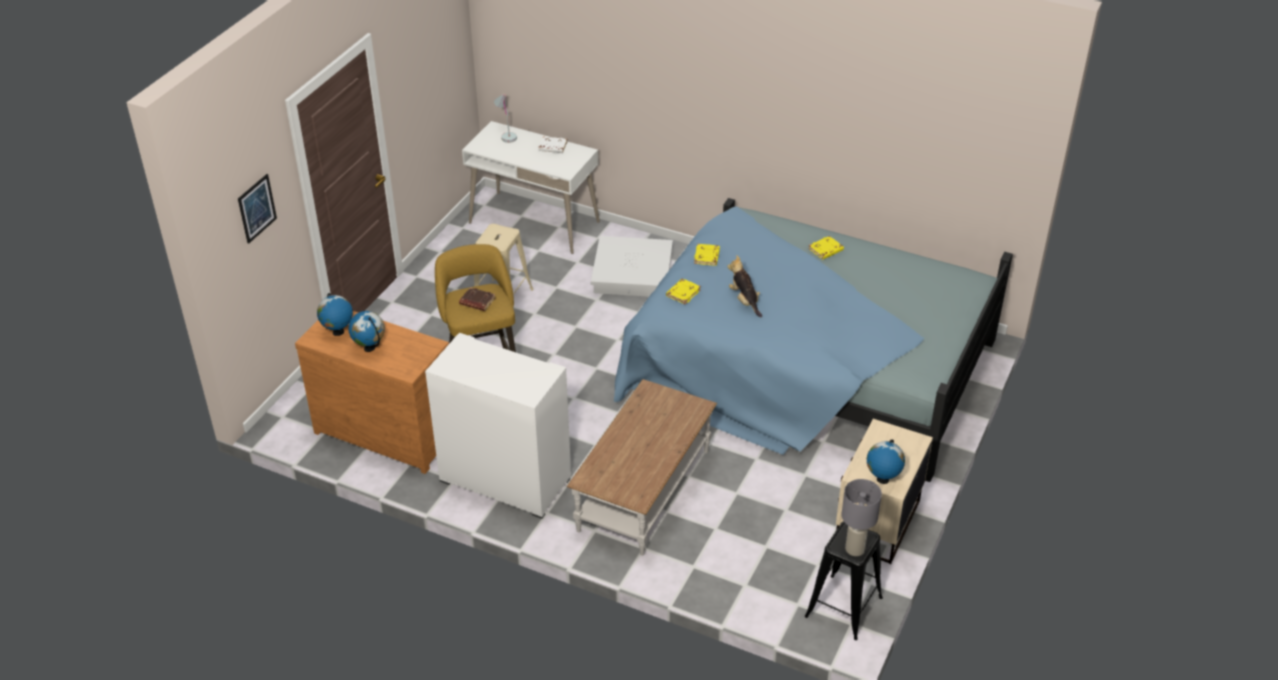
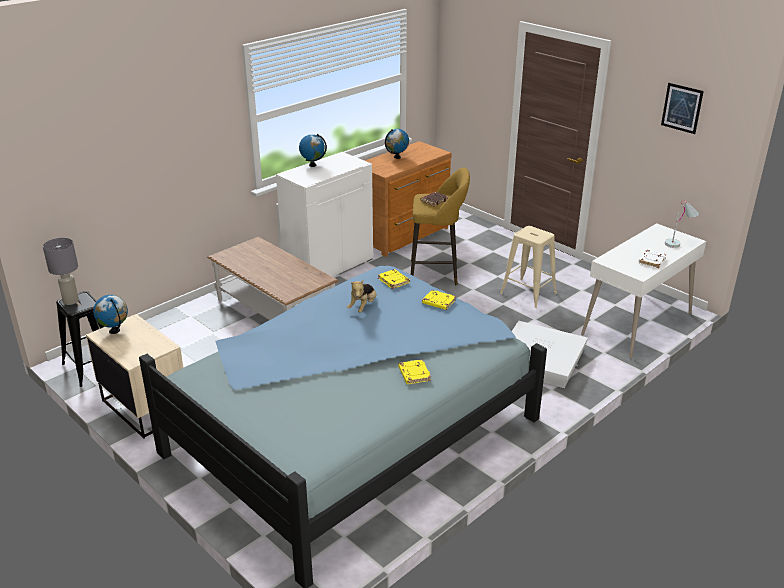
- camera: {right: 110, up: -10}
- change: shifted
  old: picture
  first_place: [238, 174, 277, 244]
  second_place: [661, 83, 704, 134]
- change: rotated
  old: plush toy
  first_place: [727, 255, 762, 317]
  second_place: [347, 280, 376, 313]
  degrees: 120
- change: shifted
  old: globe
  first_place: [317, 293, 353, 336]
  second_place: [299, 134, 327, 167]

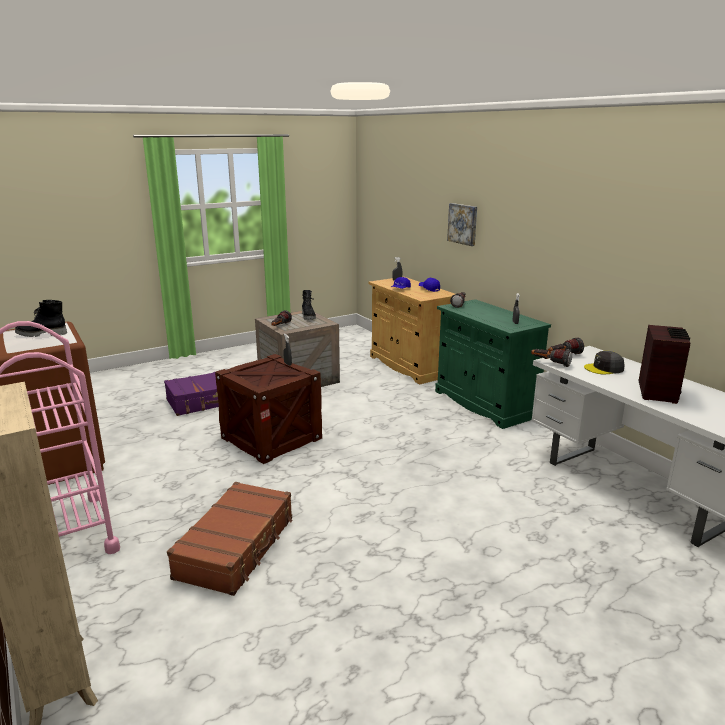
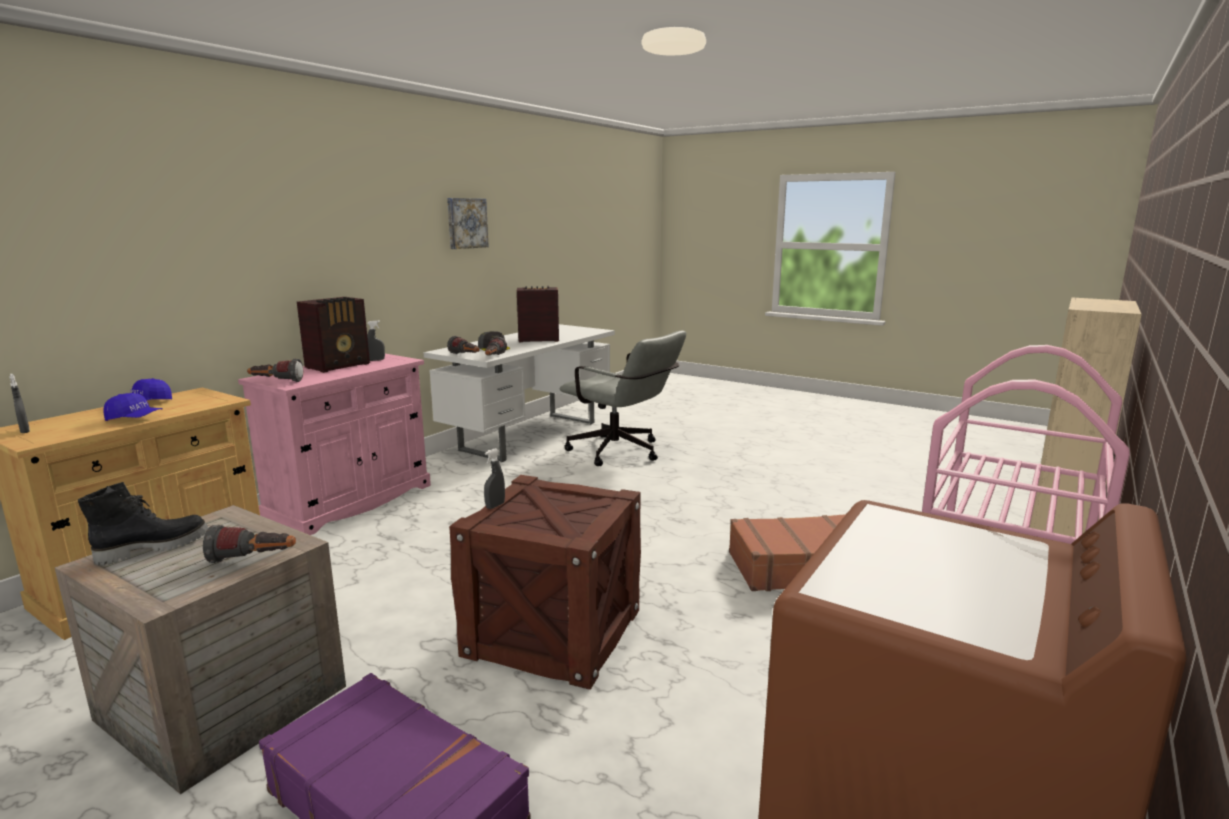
- camera: {right: -115, up: -5}
- change: shifted
  old: picture
  first_place: [447, 203, 477, 246]
  second_place: [447, 198, 489, 249]
- change: repainted
  old: cabinet/green
  new: cabinet/pink
  first_place: [435, 299, 551, 429]
  second_place: [238, 354, 431, 535]
- change: gone
  old: boot/black
  first_place: [15, 300, 67, 337]
- change: new
  new: radio
  second_place: [297, 297, 370, 373]
- change: new
  new: office chair/grey
  second_place: [559, 331, 686, 466]

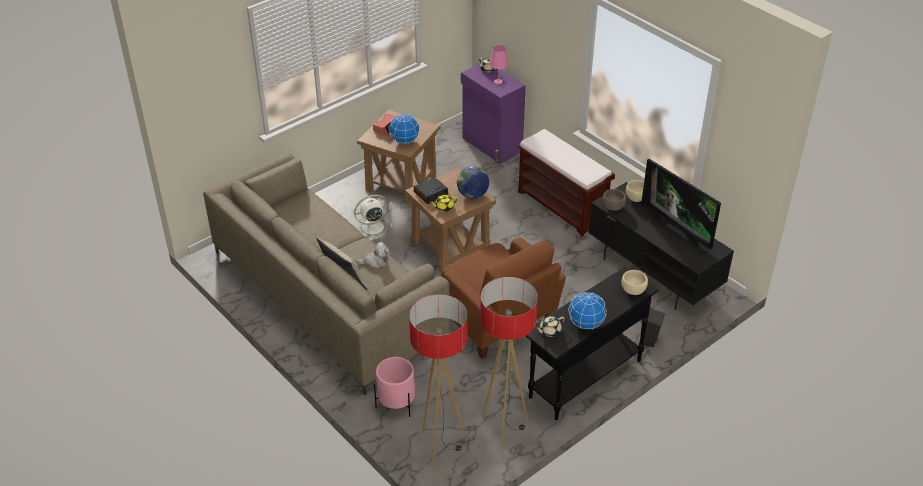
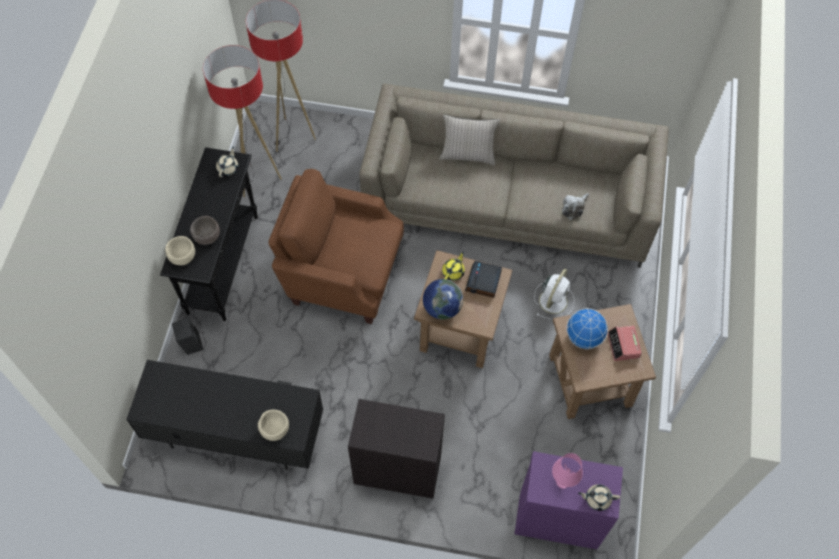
- camera: {right: 140, up: 20}
- change: swapped
  old: bench/brown
  new: cabinet/black
  first_place: [517, 129, 615, 237]
  second_place: [348, 399, 445, 498]
- change: gone
  old: television
  first_place: [641, 159, 721, 251]
- change: shifted
  old: bowl/brown
  first_place: [603, 189, 626, 211]
  second_place: [190, 216, 220, 245]
- change: shifted
  old: plush toy
  first_place: [356, 242, 390, 269]
  second_place: [562, 193, 589, 220]
- change: gone
  old: globe
  first_place: [569, 292, 607, 329]
- change: gone
  old: planter/pink
  first_place: [374, 357, 415, 417]

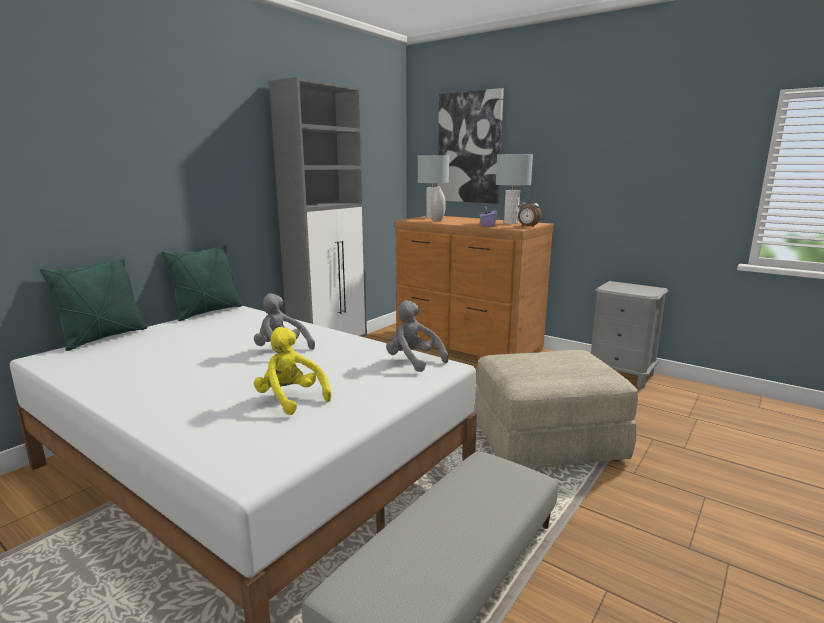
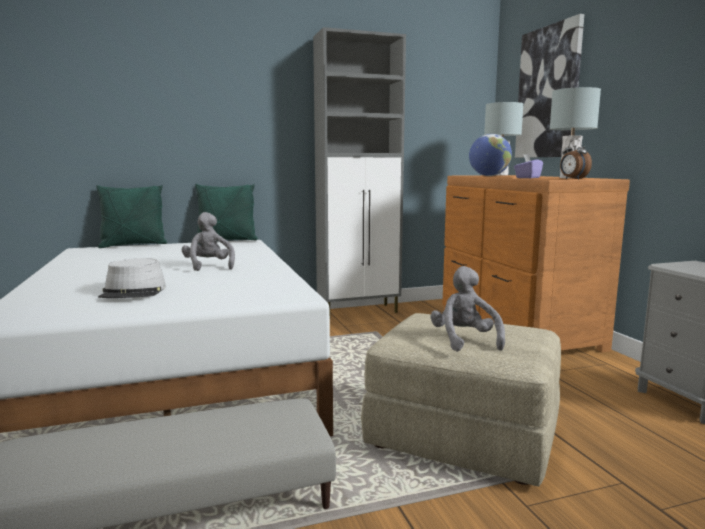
- camera: {right: 35, up: -5}
- change: swapped
  old: vase/white
  new: globe
  first_place: [430, 187, 446, 222]
  second_place: [469, 134, 512, 176]
- change: shifted
  old: plush toy/grey
  first_place: [386, 300, 449, 372]
  second_place: [430, 266, 505, 352]
- change: swapped
  old: plush toy/yellow
  new: hat/grey
  first_place: [254, 327, 331, 415]
  second_place: [98, 258, 166, 298]

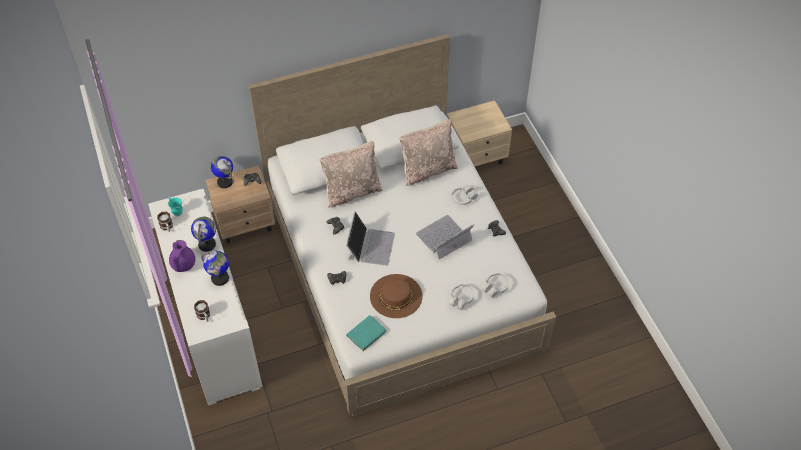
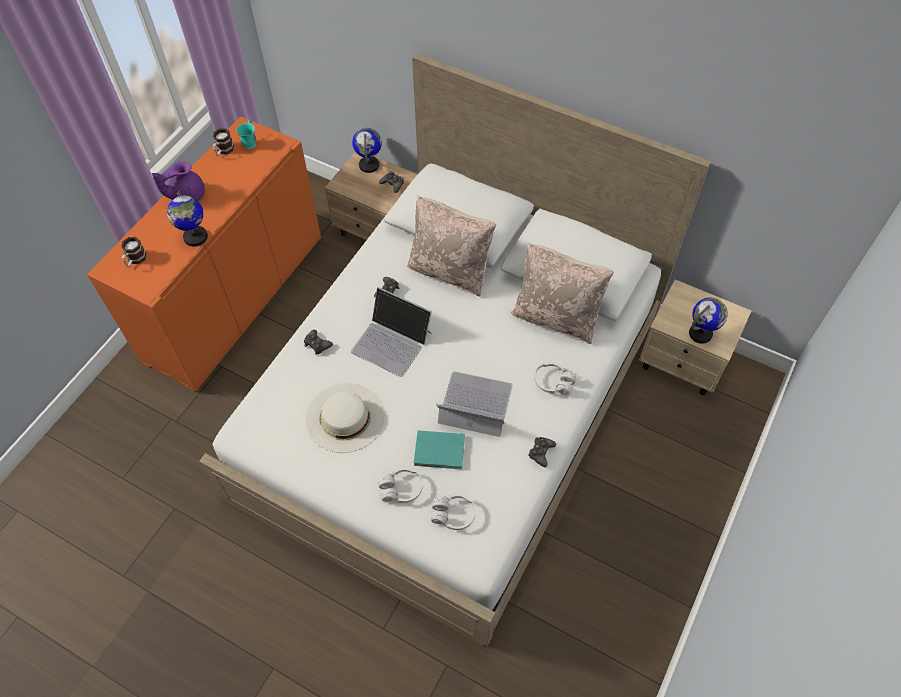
- camera: {right: 50, up: 5}
- change: repainted
  old: cabinet/white
  new: cabinet/orange
  first_place: [148, 189, 263, 406]
  second_place: [87, 116, 321, 391]
- change: rotated
  old: laptop
  first_place: [346, 211, 395, 266]
  second_place: [351, 287, 432, 377]
  degrees: 60
- change: shifted
  old: globe
  first_place: [191, 217, 216, 252]
  second_place: [689, 298, 728, 344]
- change: repainted
  old: hat/brown
  new: hat/white
  first_place: [370, 274, 422, 318]
  second_place: [306, 383, 384, 453]
- change: shifted
  old: book/turquoise
  first_place: [346, 315, 387, 351]
  second_place: [414, 430, 465, 469]

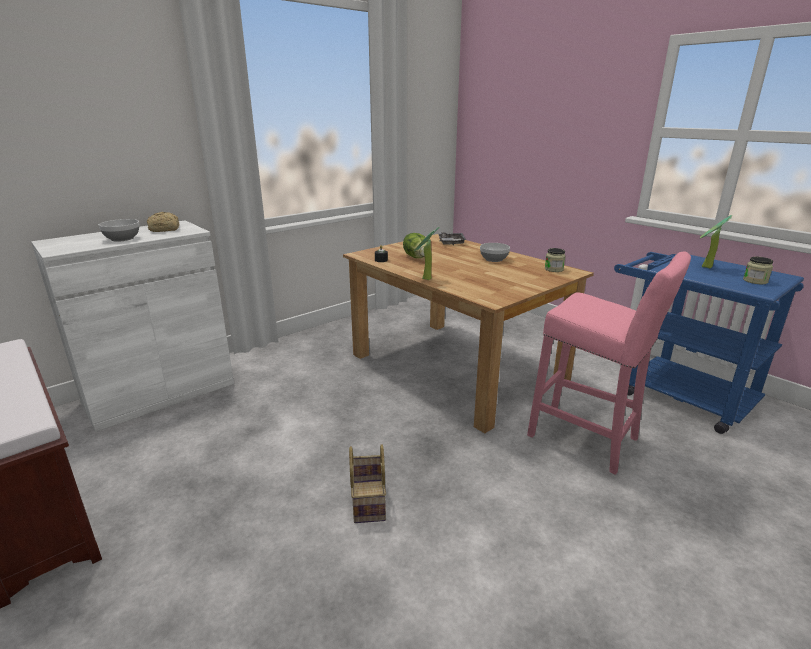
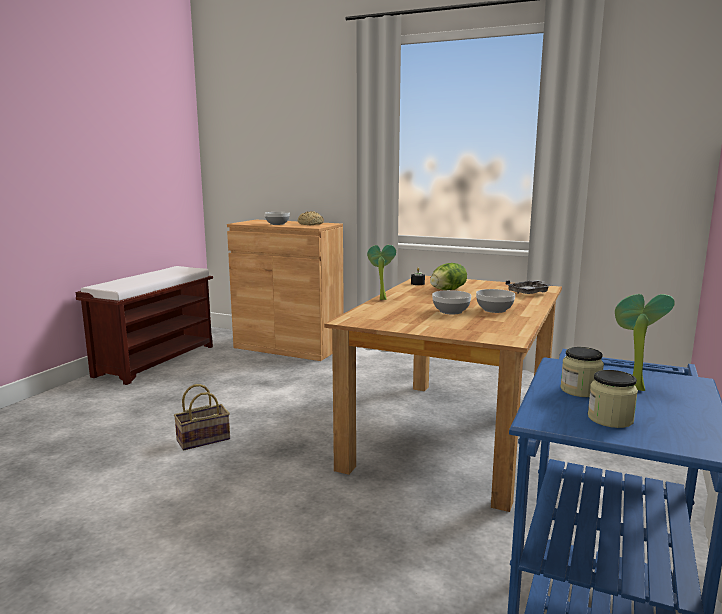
- camera: {right: 65, up: -10}
- change: repainted
  old: cabinet/white
  new: cabinet/brown
  first_place: [31, 220, 234, 432]
  second_place: [227, 220, 344, 361]
- change: shifted
  old: jar
  first_place: [545, 248, 566, 272]
  second_place: [560, 347, 604, 397]
- change: gone
  old: stool/pink
  first_place: [527, 251, 691, 475]
- change: new
  new: bowl
  second_place: [432, 290, 471, 315]

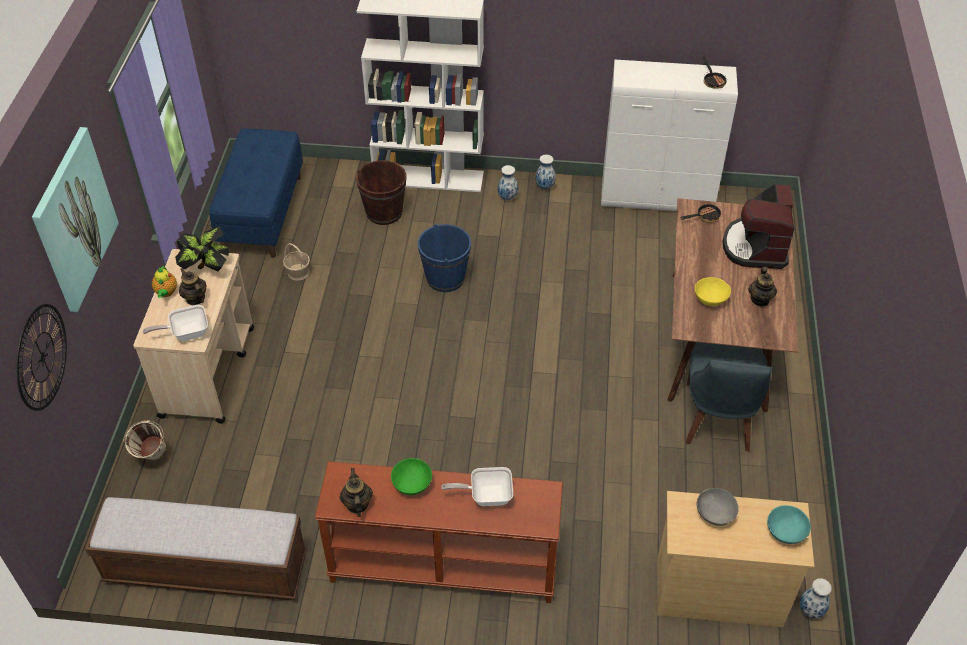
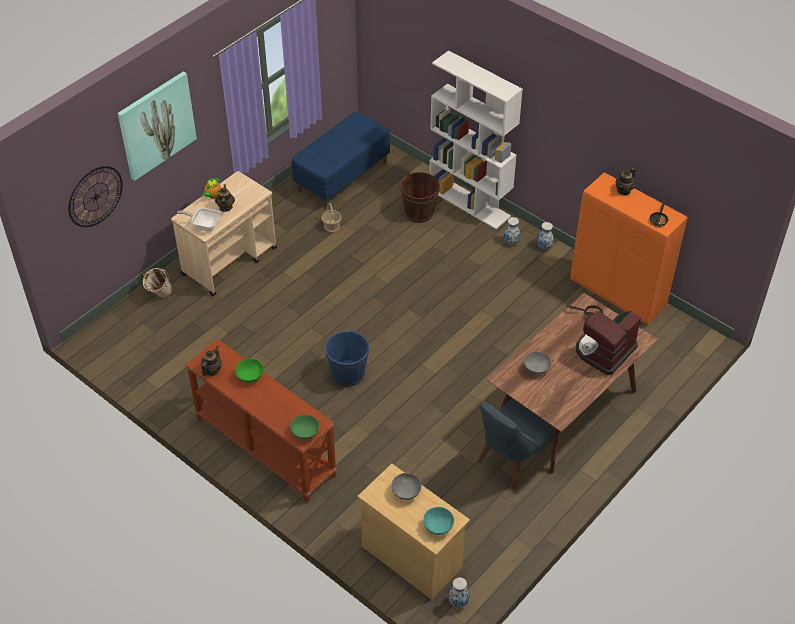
- camera: {right: 35, up: 0}
- change: repainted
  old: cabinet/white
  new: cabinet/orange
  first_place: [601, 60, 738, 211]
  second_place: [570, 172, 688, 325]
- change: shifted
  old: bucket/blue
  first_place: [418, 224, 471, 292]
  second_place: [325, 330, 369, 387]
- change: gone
  old: potted plant
  first_place: [175, 226, 230, 272]
- change: shifted
  old: teapot
  first_place: [748, 267, 777, 307]
  second_place: [616, 168, 635, 195]
- change: repainted
  old: bowl/yellow
  new: bowl/grey
  first_place: [695, 277, 731, 306]
  second_place: [524, 351, 552, 374]
- change: gone
  old: frying pan
  first_place: [441, 467, 513, 506]
- change: gone
  old: bench
  first_place: [85, 497, 307, 600]
- change: new
  new: bowl/green
  second_place: [290, 415, 320, 439]

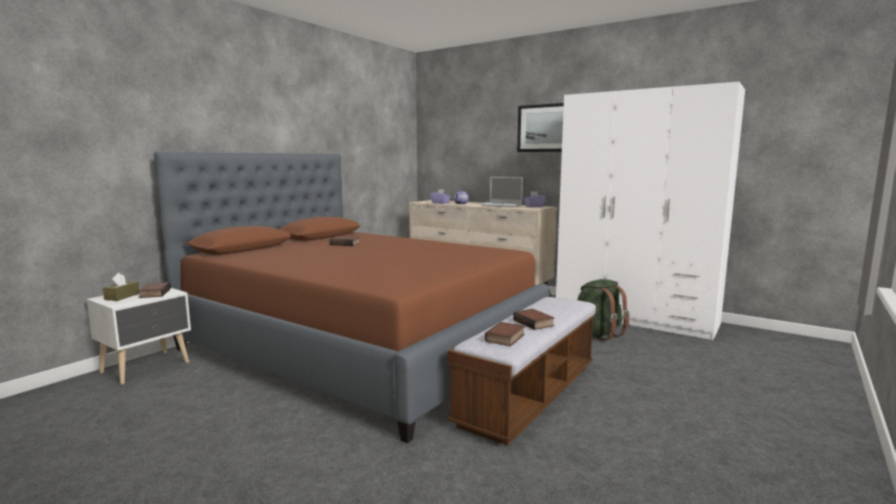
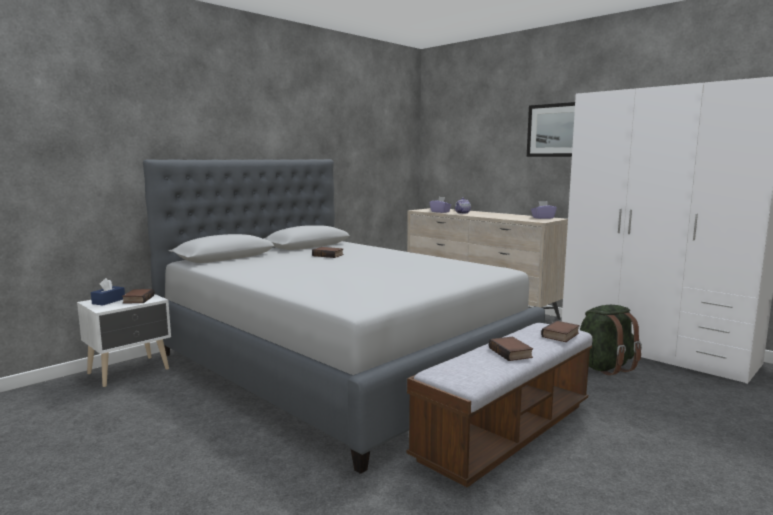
- camera: {right: 10, up: 0}
- change: repainted
  old: bed/brown
  new: bed/grey
  first_place: [154, 151, 549, 443]
  second_place: [143, 159, 545, 474]
- change: gone
  old: laptop
  first_place: [481, 177, 523, 207]
- change: repainted
  old: tissue box/brown
  new: tissue box/blue
  first_place: [103, 273, 139, 301]
  second_place: [91, 278, 125, 306]
- change: shifted
  old: book
  first_place: [485, 322, 525, 346]
  second_place: [541, 321, 580, 342]

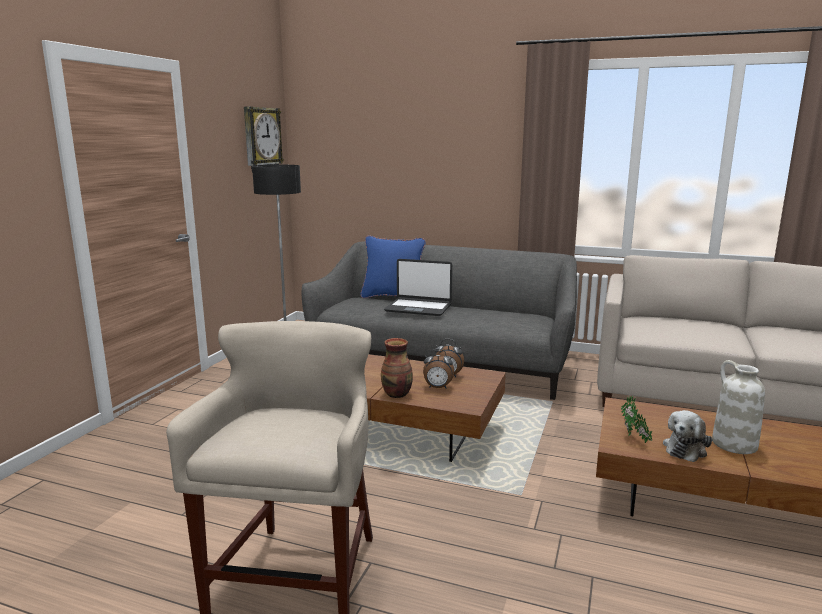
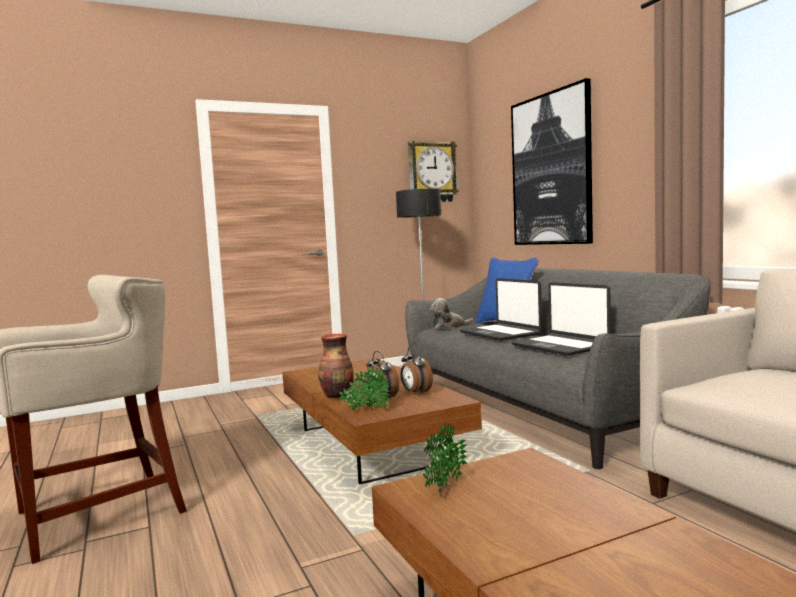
- camera: {right: 45, up: -10}
- change: gone
  old: vase/white
  first_place: [712, 360, 765, 454]
- change: shifted
  old: plush toy
  first_place: [663, 410, 712, 462]
  second_place: [429, 298, 474, 329]
- change: new
  new: picture
  second_place: [511, 78, 593, 245]
- change: new
  new: laptop
  second_place: [511, 282, 611, 356]
- change: new
  new: potted plant
  second_place: [338, 366, 389, 412]

